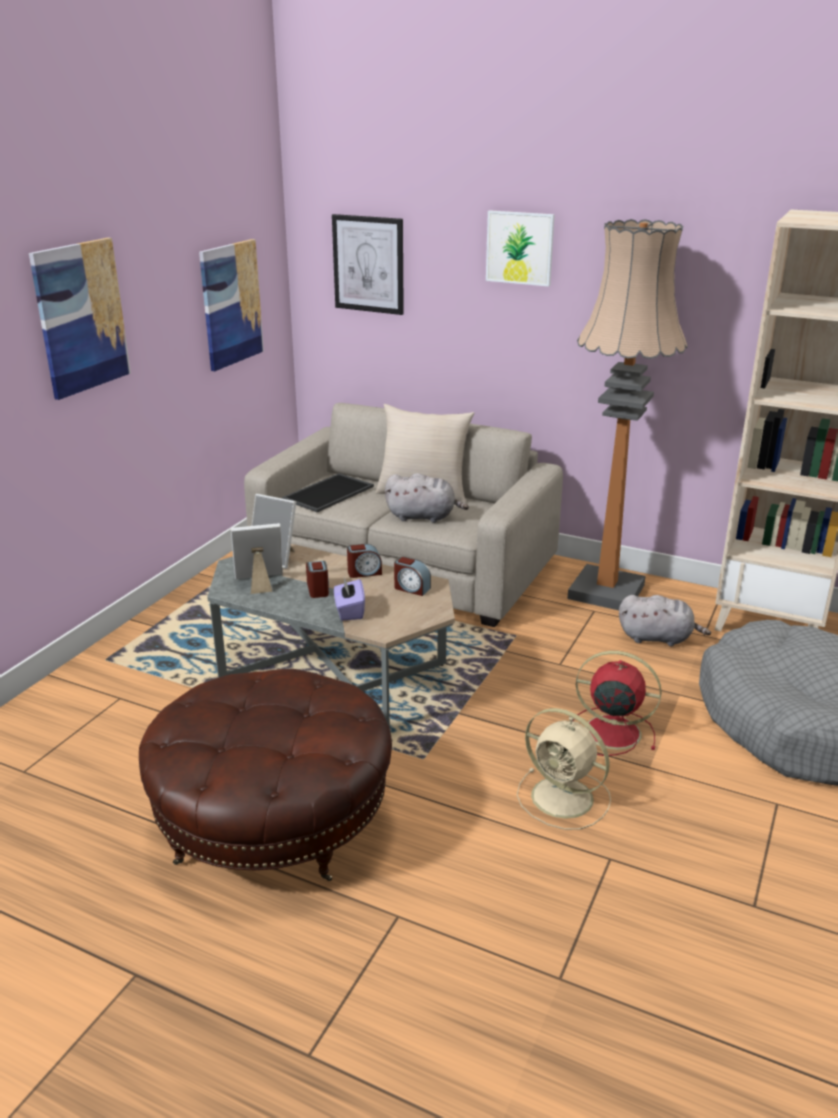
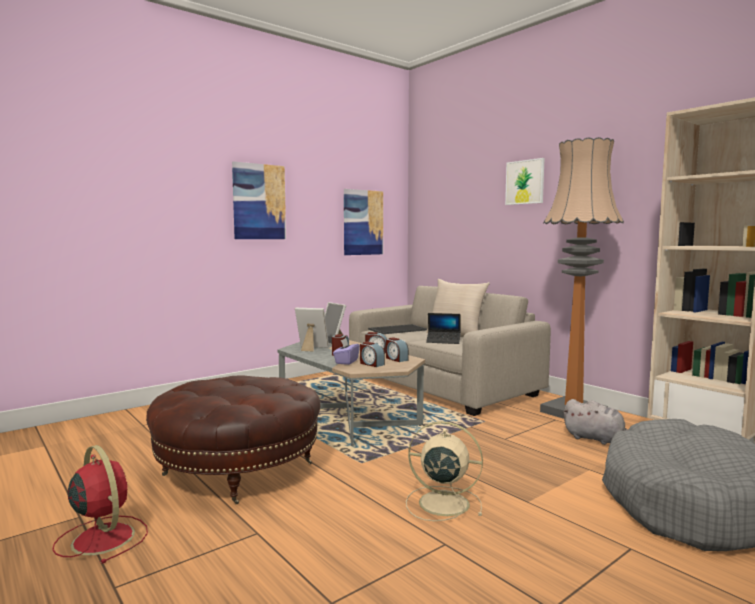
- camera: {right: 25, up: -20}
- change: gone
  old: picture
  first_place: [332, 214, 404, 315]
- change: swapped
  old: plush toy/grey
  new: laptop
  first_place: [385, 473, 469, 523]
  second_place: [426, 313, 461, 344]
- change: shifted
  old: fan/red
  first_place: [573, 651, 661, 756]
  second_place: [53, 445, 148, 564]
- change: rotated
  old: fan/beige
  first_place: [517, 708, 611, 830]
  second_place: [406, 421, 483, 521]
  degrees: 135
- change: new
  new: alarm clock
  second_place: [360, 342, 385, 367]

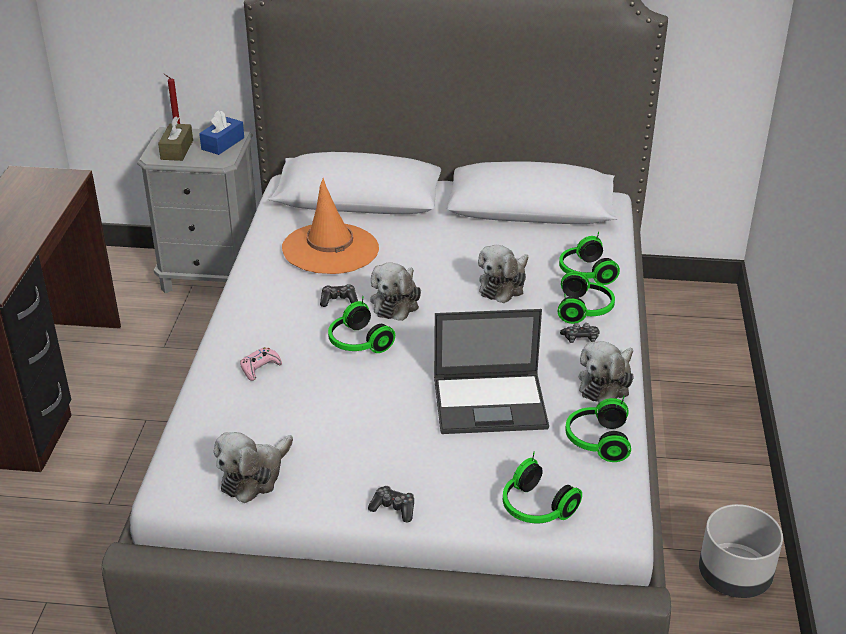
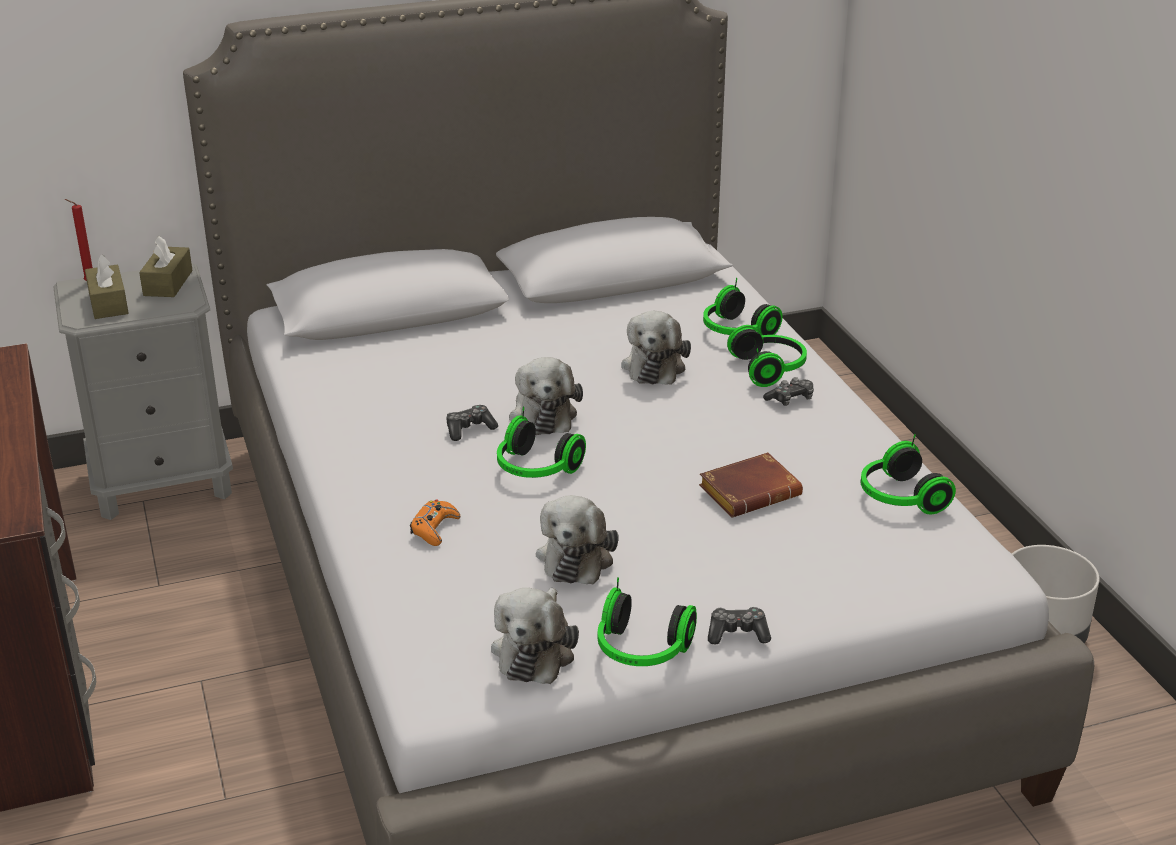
- camera: {right: -25, up: -5}
- change: repainted
  old: tissue box/blue
  new: tissue box/brown
  first_place: [199, 110, 244, 155]
  second_place: [139, 236, 193, 297]
- change: gone
  old: hat/orange
  first_place: [282, 178, 379, 274]
- change: swapped
  old: laptop
  new: book/brown
  first_place: [434, 309, 549, 434]
  second_place: [699, 452, 803, 517]
- change: shifted
  old: plush toy
  first_place: [579, 341, 634, 403]
  second_place: [536, 495, 618, 584]
- change: repainted
  old: game controller/pink
  new: game controller/orange
  first_place: [240, 347, 282, 381]
  second_place: [410, 499, 460, 546]
- change: shifted
  old: headphones
  first_place: [503, 452, 582, 523]
  second_place: [598, 577, 697, 666]

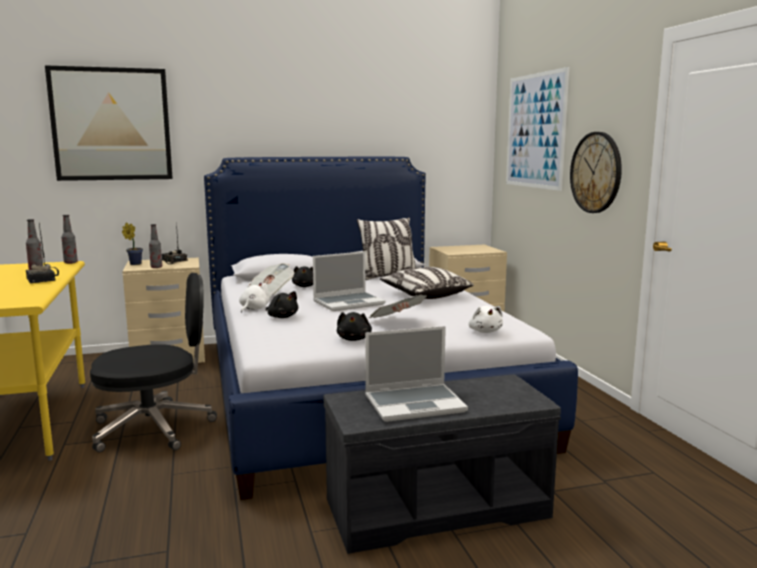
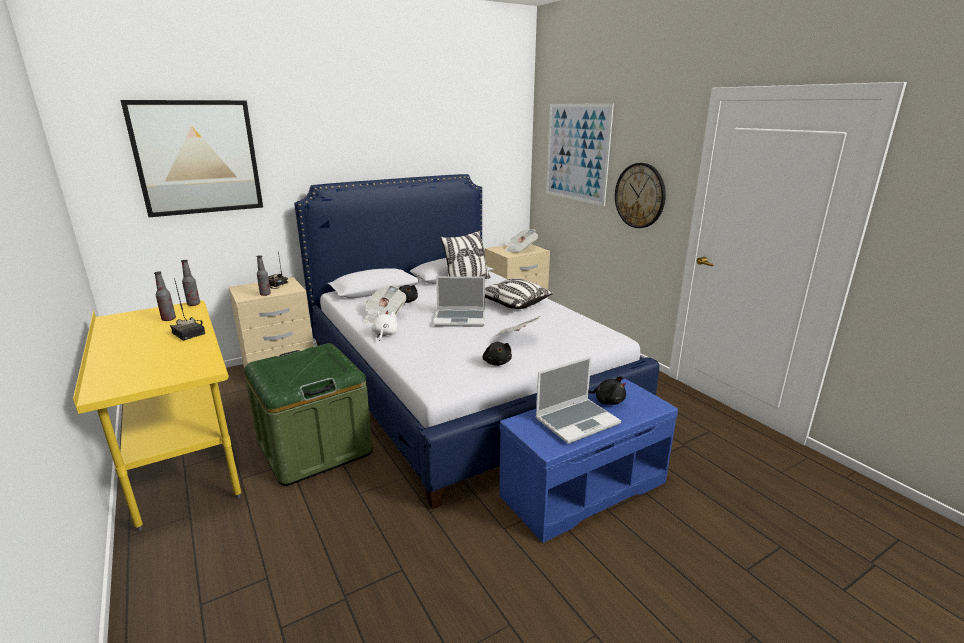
- camera: {right: -15, up: 10}
- change: gone
  old: potted plant
  first_place: [122, 222, 143, 265]
- change: rotated
  old: laptop
  first_place: [313, 251, 385, 311]
  second_place: [434, 276, 485, 327]
  degrees: 45
- change: swapped
  old: office chair/black
  new: storage box/green
  first_place: [90, 273, 217, 452]
  second_place: [244, 343, 373, 486]
- change: shifted
  old: plush toy/black
  first_place: [266, 291, 298, 318]
  second_place: [588, 376, 626, 405]
- change: gone
  old: plush toy/white
  first_place: [468, 306, 503, 333]
- change: repainted
  old: bench/grey
  new: bench/blue
  first_place: [323, 374, 561, 554]
  second_place: [499, 379, 678, 543]
- change: new
  new: newspaper
  second_place: [505, 229, 538, 252]

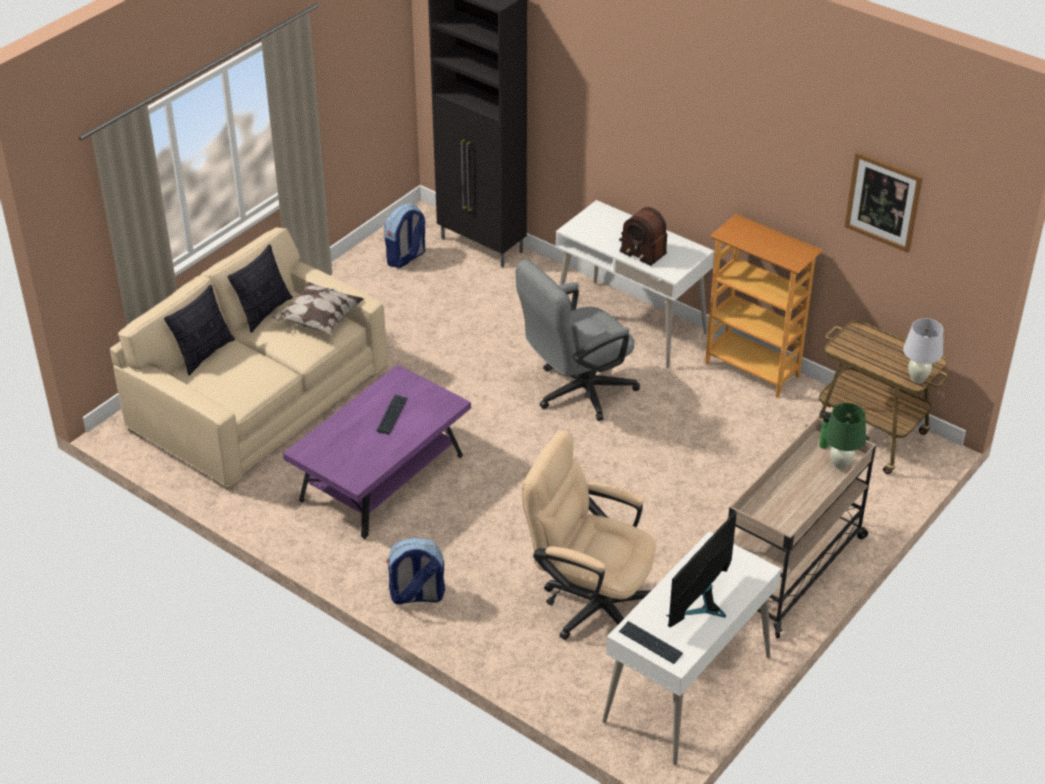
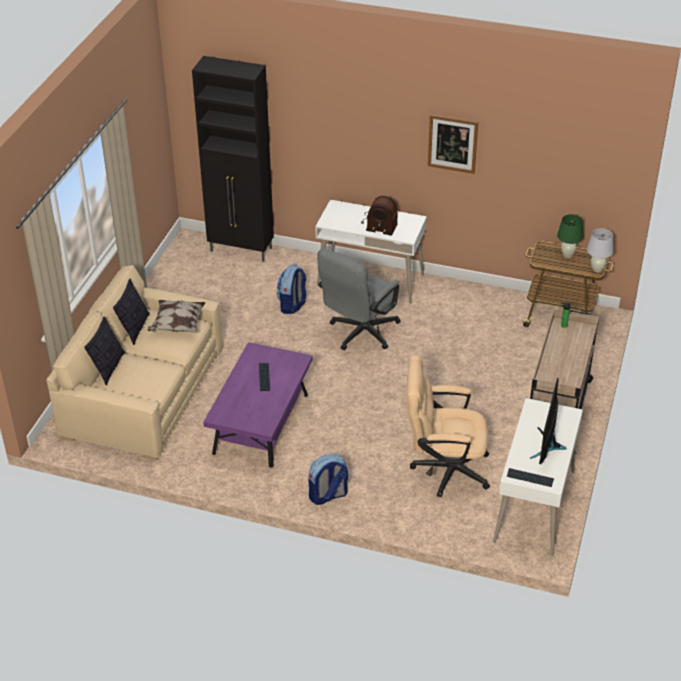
- camera: {right: -20, up: 0}
- change: shifted
  old: picture
  first_place: [844, 152, 923, 253]
  second_place: [428, 114, 478, 174]
- change: shifted
  old: backpack
  first_place: [384, 204, 426, 268]
  second_place: [277, 265, 307, 314]
- change: gone
  old: bookcase
  first_place: [705, 214, 823, 398]
- change: shifted
  old: table lamp/green
  first_place: [824, 403, 866, 470]
  second_place: [557, 214, 583, 258]

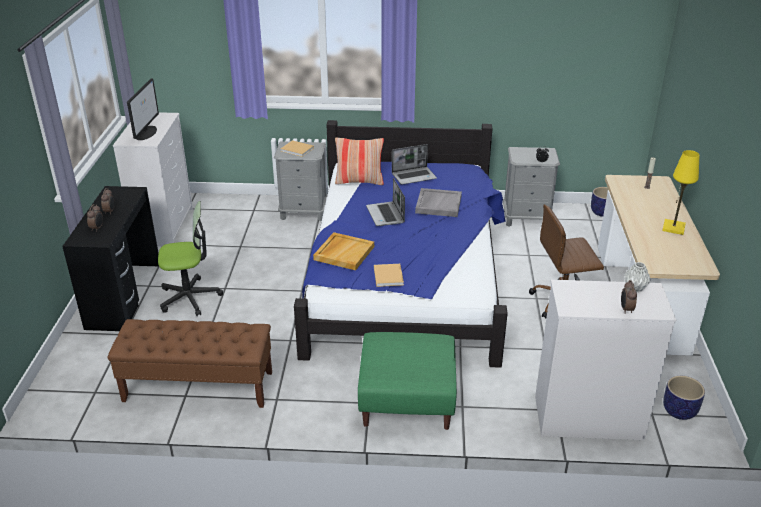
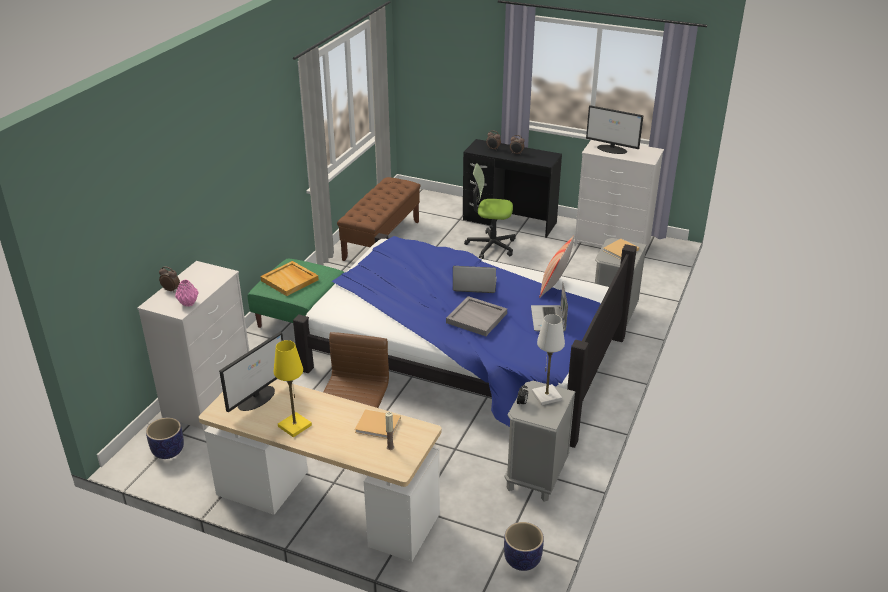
- camera: {right: 110, up: 0}
- change: rotated
  old: office chair
  first_place: [158, 201, 223, 316]
  second_place: [464, 163, 516, 259]
  degrees: 90
- change: shifted
  old: tray/beige
  first_place: [313, 232, 374, 270]
  second_place: [261, 261, 319, 296]
- change: repainted
  old: vase/grey
  new: vase/pink
  first_place: [624, 262, 651, 292]
  second_place: [175, 280, 199, 307]
- change: shifted
  old: book/beige
  first_place: [374, 264, 404, 287]
  second_place: [355, 409, 401, 439]
- change: new
  new: table lamp/white
  second_place: [532, 314, 565, 405]
- change: new
  new: monitor
  second_place: [219, 332, 283, 412]

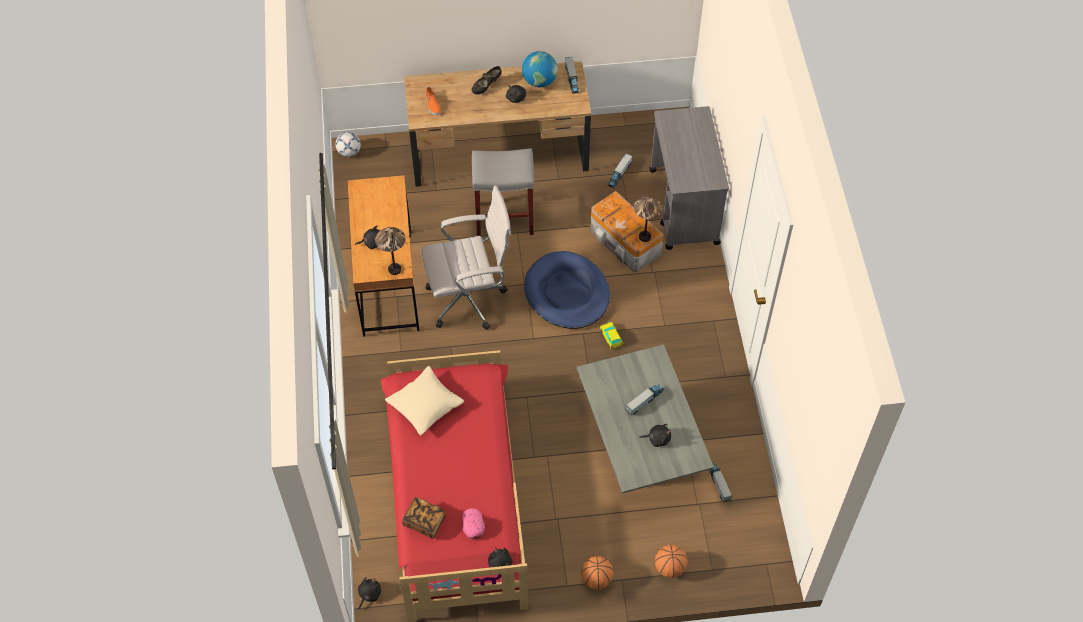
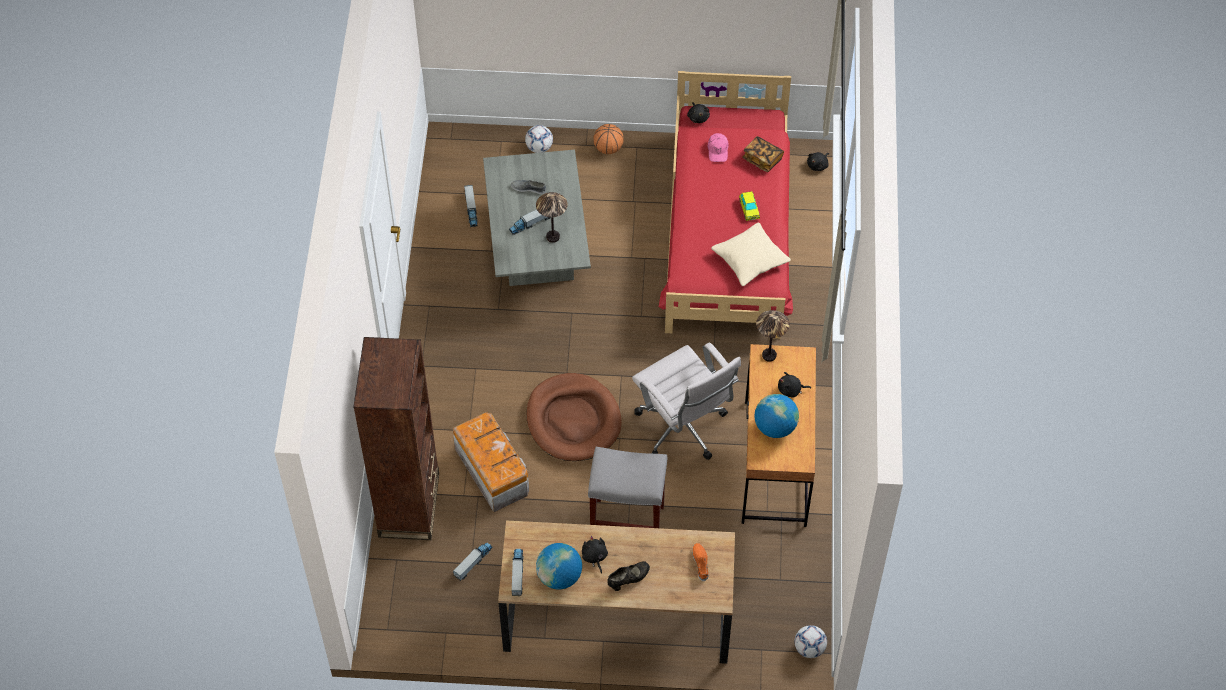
- camera: {right: -170, up: 0}
- change: swapped
  old: cart/grey
  new: bookcase/brown
  first_place: [649, 106, 729, 250]
  second_place: [353, 337, 439, 540]
- change: rotated
  old: office chair/white
  first_place: [422, 186, 511, 330]
  second_place: [632, 342, 741, 460]
  degrees: -120
- change: shifted
  old: table lamp
  first_place: [634, 196, 662, 242]
  second_place: [536, 192, 567, 243]
- change: repainted
  old: dog bed/blue
  new: dog bed/brown
  first_place: [524, 251, 610, 329]
  second_place: [526, 373, 622, 461]
- change: shifted
  old: toy car
  first_place: [600, 322, 623, 349]
  second_place: [739, 191, 760, 221]
- change: swapped
  old: plush toy/black
  new: shoe/grey
  first_place: [639, 424, 671, 447]
  second_place: [511, 180, 546, 194]
- change: swapped
  old: basketball
  new: football
  first_place: [655, 545, 688, 578]
  second_place: [525, 125, 553, 153]
- change: new
  new: globe
  second_place: [754, 394, 799, 438]

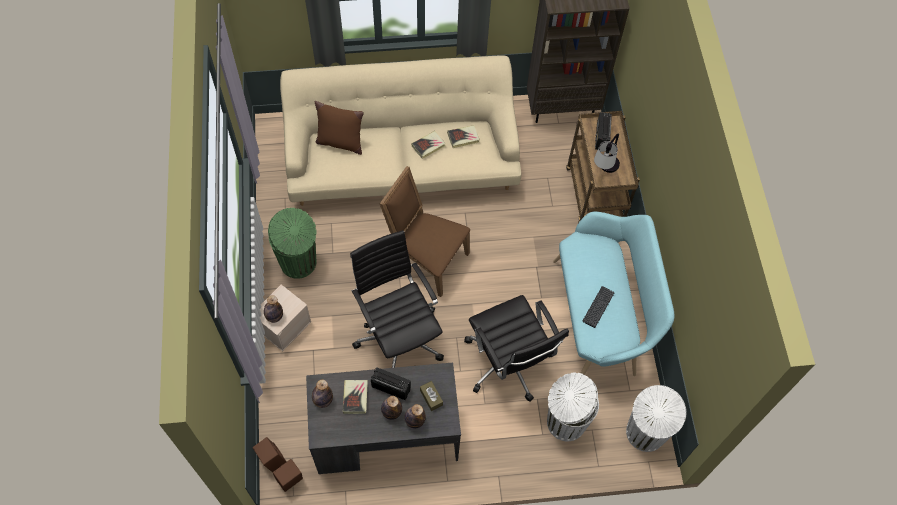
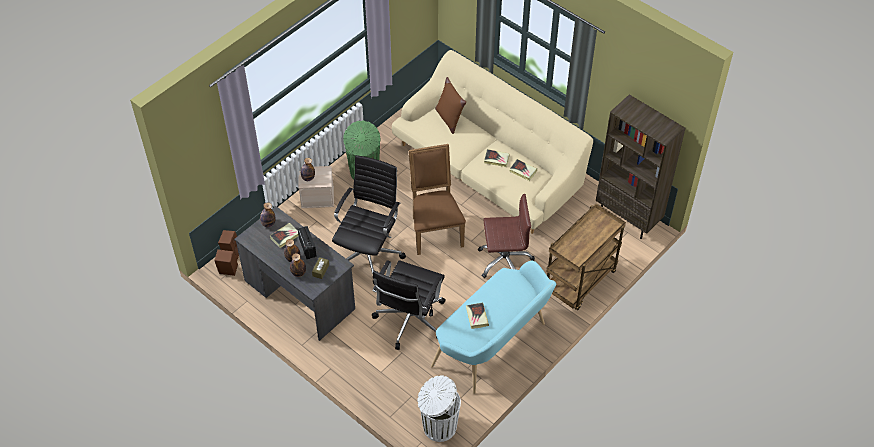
- camera: {right: 50, up: -10}
- change: gone
  old: radio
  first_place: [595, 112, 612, 150]
- change: gone
  old: table lamp
  first_place: [594, 134, 620, 173]
- change: swapped
  old: keyboard
  new: book
  first_place: [582, 286, 615, 328]
  second_place: [466, 303, 489, 329]
- change: gone
  old: trash can/white
  first_place: [547, 372, 599, 441]
- change: new
  new: office chair/brown
  second_place: [478, 194, 535, 278]

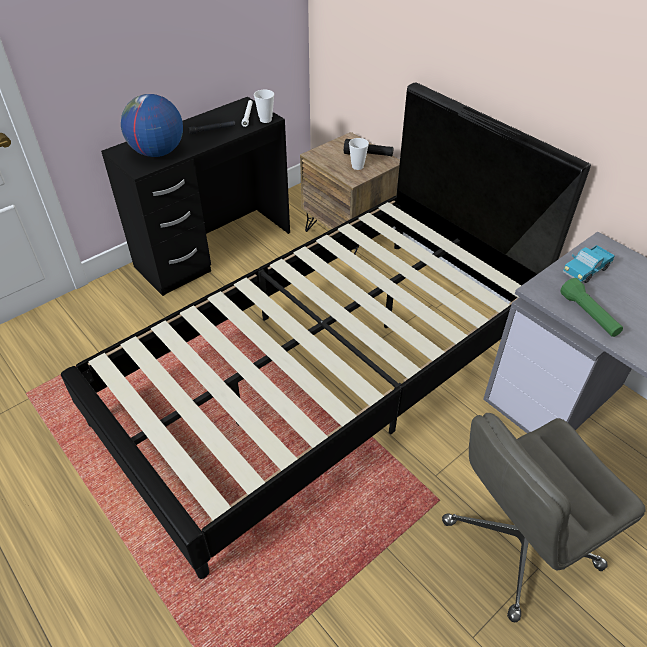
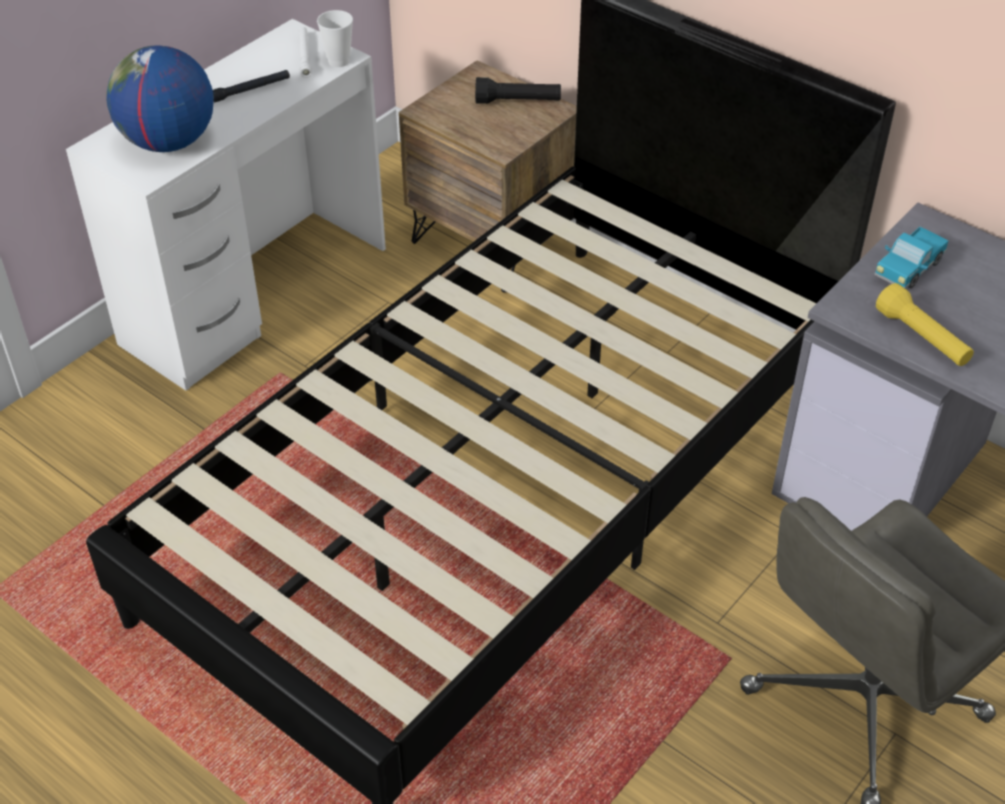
- camera: {right: -10, up: 0}
- change: repainted
  old: desk/black
  new: desk/white
  first_place: [101, 97, 290, 296]
  second_place: [66, 19, 386, 391]
- change: gone
  old: cup
  first_place: [349, 138, 369, 170]
- change: repainted
  old: flashlight/green
  new: flashlight/yellow
  first_place: [560, 278, 623, 337]
  second_place: [876, 283, 974, 366]

